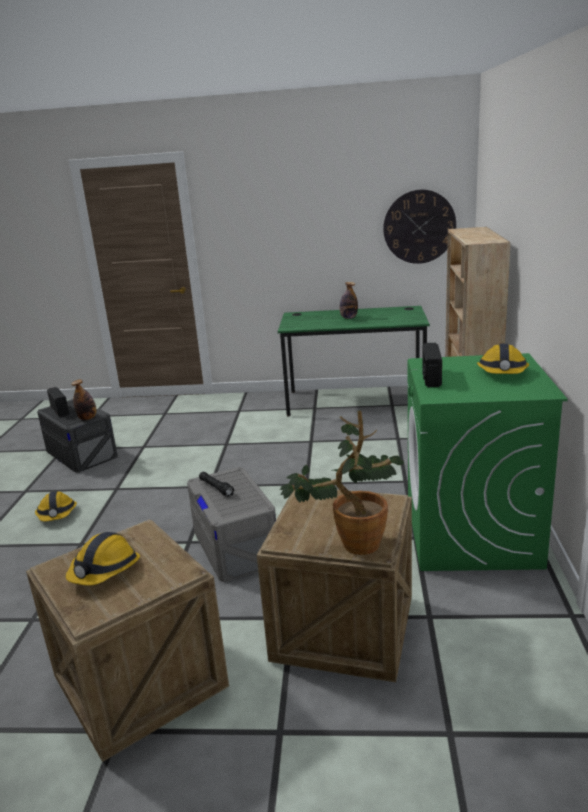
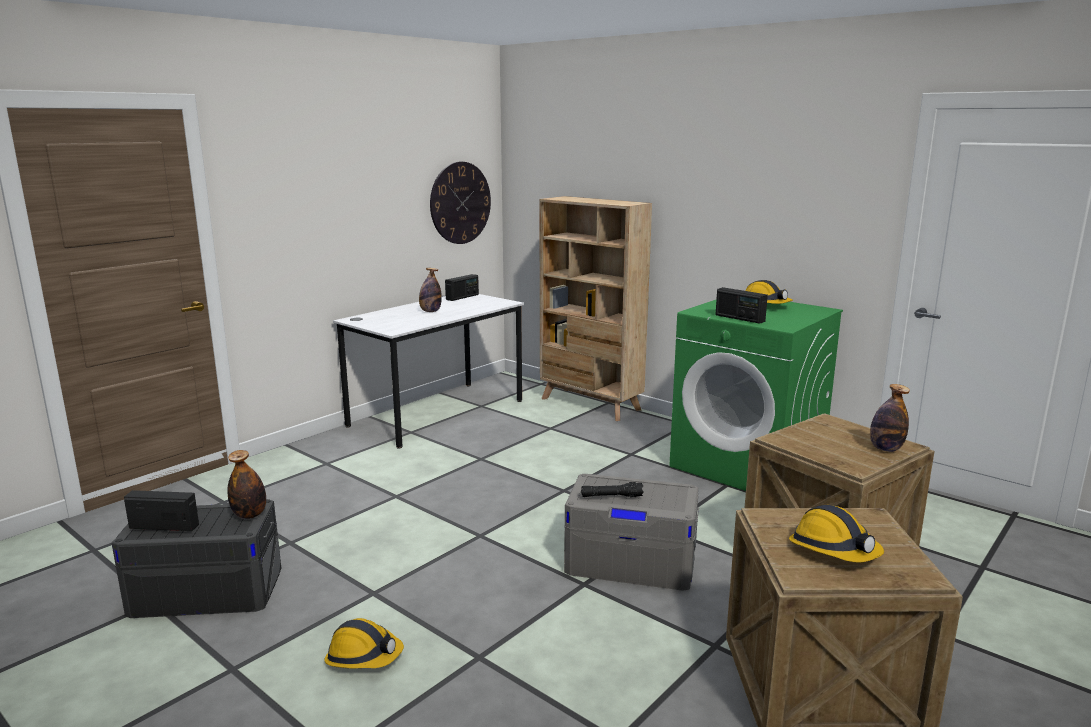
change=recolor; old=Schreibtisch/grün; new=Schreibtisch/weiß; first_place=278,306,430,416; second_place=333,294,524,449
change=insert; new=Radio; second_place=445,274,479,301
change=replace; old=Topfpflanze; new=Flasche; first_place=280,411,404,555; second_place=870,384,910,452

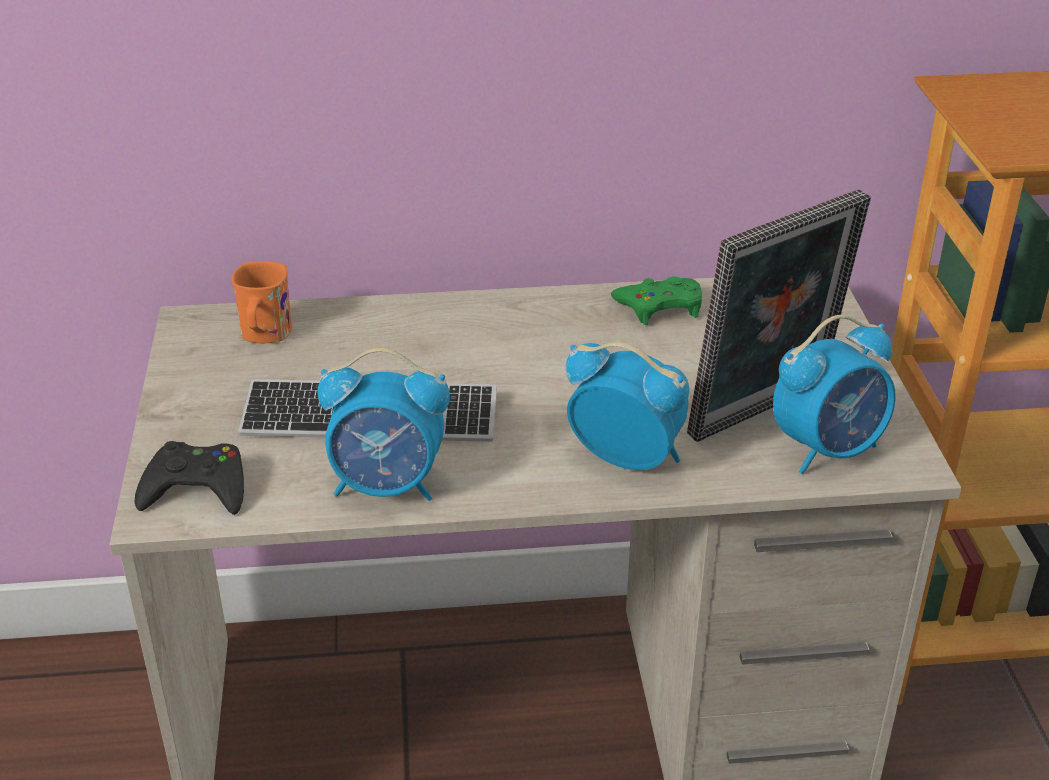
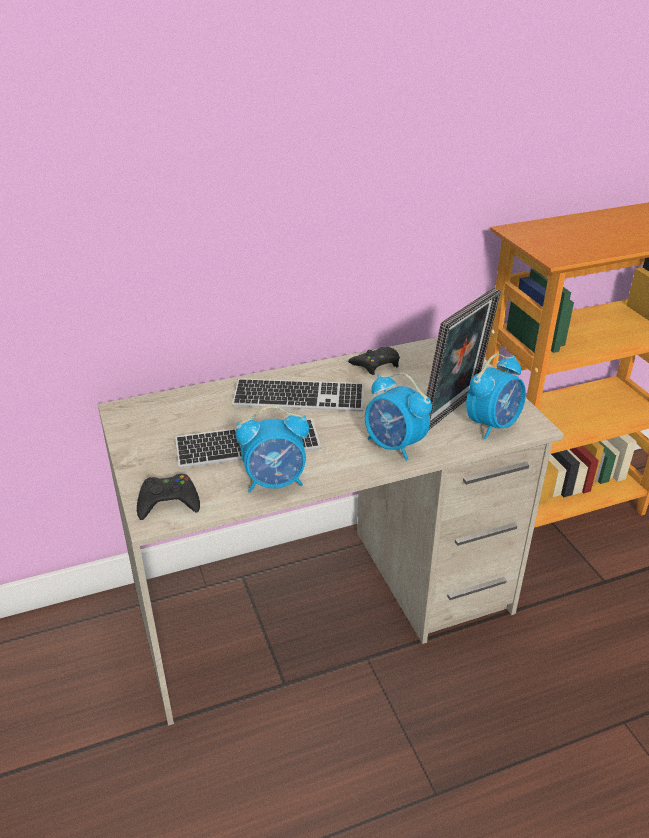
change=insert; new=Tastatur; second_place=232,378,365,412
change=recolor; old=Gamepad/grün; new=Gamepad/schwarz; first_place=611,276,702,325; second_place=348,347,400,375
change=rotate; old=Wecker; first_place=566,342,689,470; second_place=365,373,432,461; degrees=-150
change=delete; old=Henkelbecher/orange; first_place=232,261,292,343

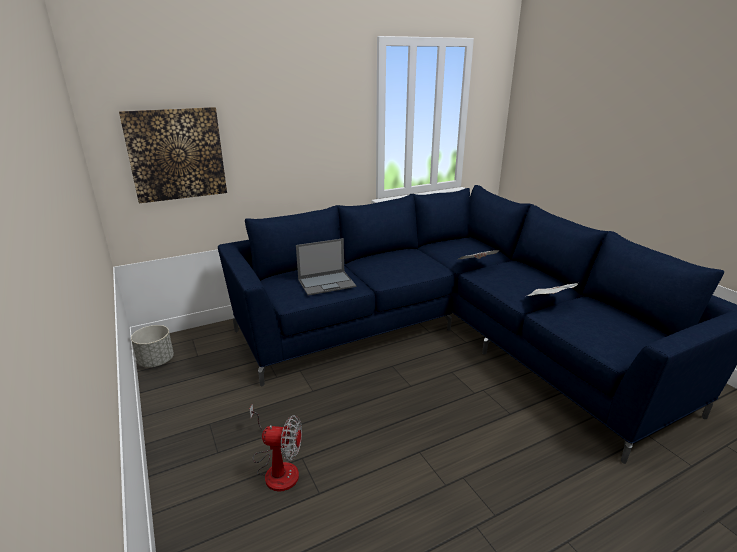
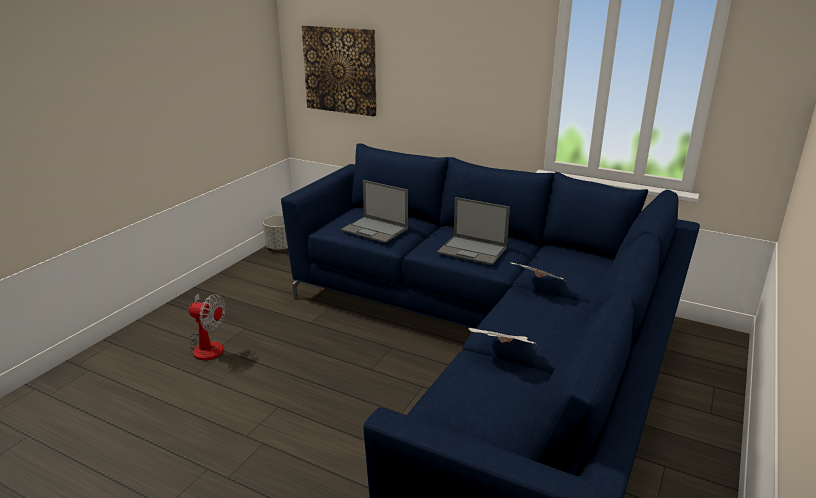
change=rotate; old=Ventilator; first_place=249,404,302,491; second_place=189,293,225,360; degrees=-45
change=insert; new=Laptop; second_place=437,197,510,265

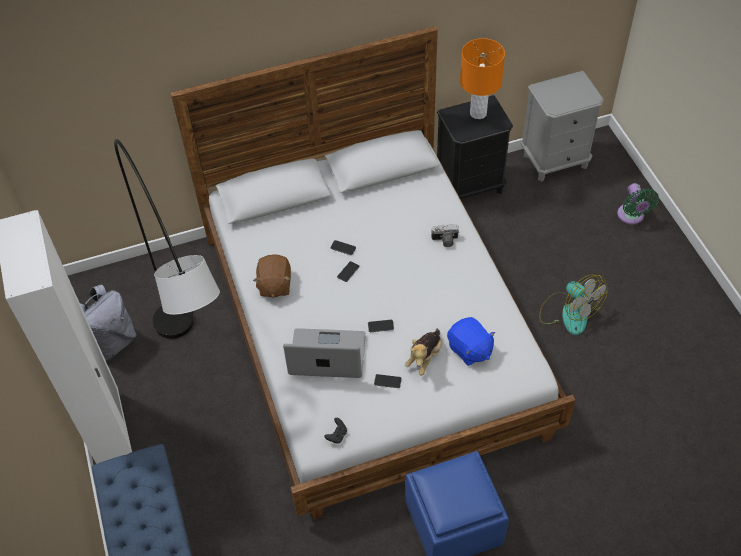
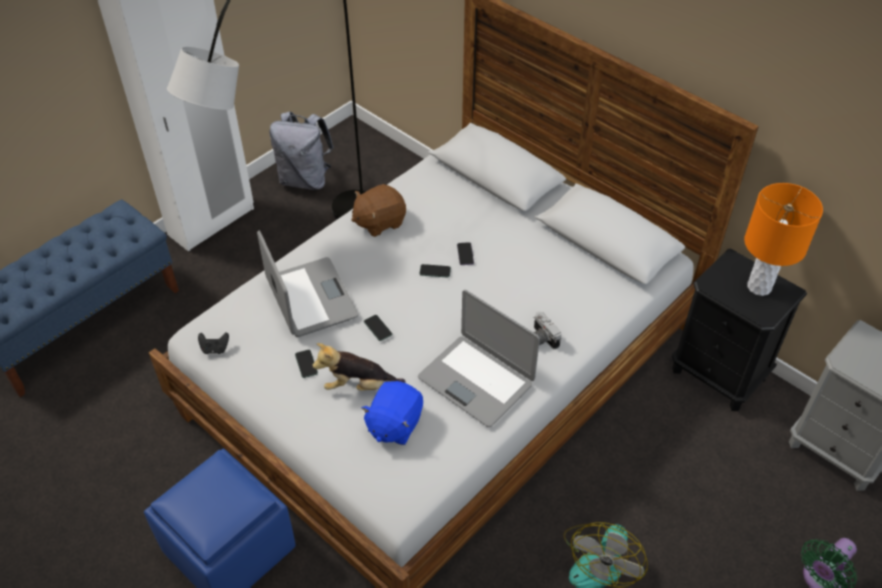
change=insert; new=Laptop; second_place=418,290,540,427

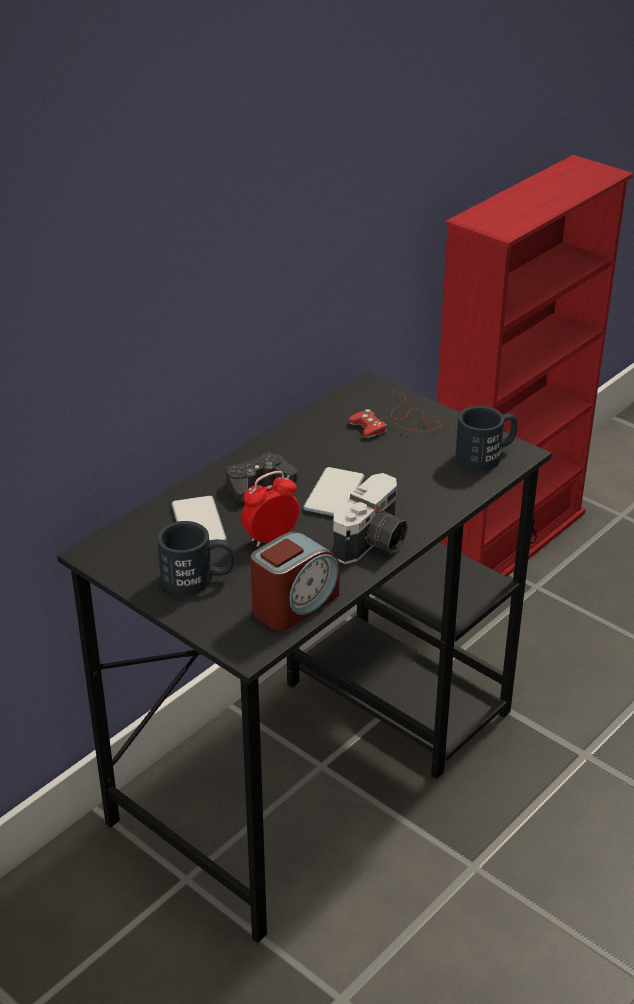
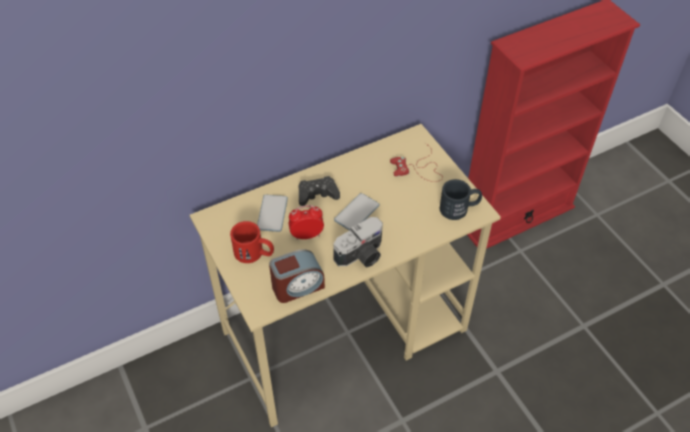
change=recolor; old=Schreibtisch/schwarz; new=Schreibtisch/beige; first_place=57,371,552,943; second_place=190,124,501,428
change=recolor; old=Henkelbecher/schwarz; new=Henkelbecher/rot; first_place=157,521,235,595; second_place=230,221,274,263

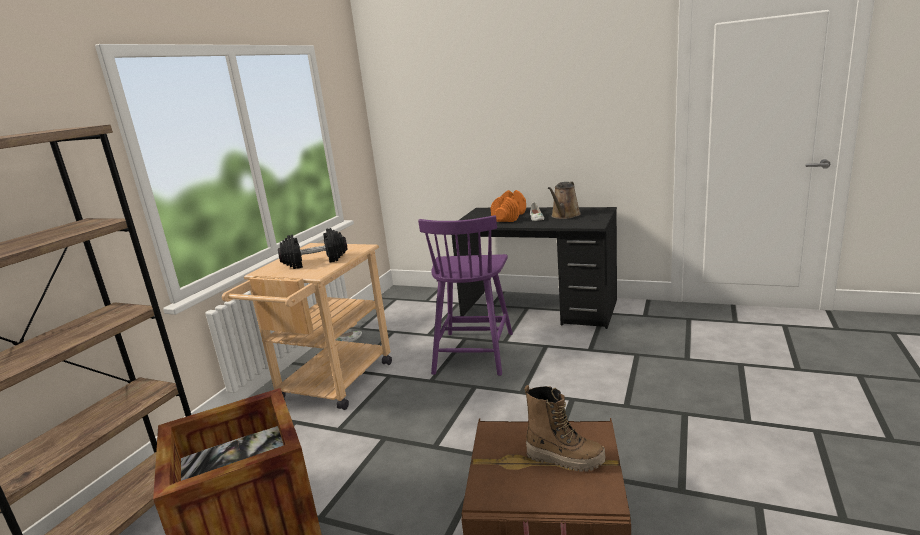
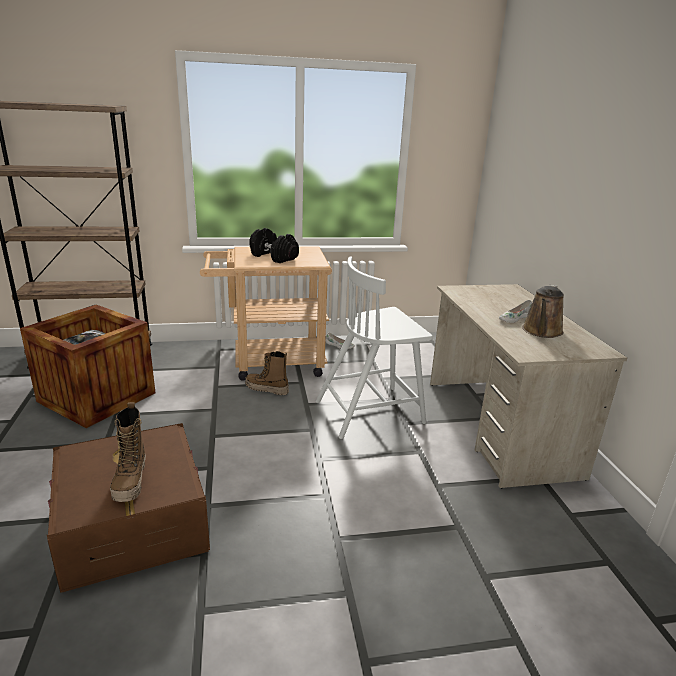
change=insert; new=Stiefel; second_place=245,351,289,395
change=recolor; old=Stuhl/lila; new=Stuhl/weiß; first_place=418,215,513,376; second_place=316,257,433,439
change=recolor; old=Schreibtisch/schwarz; new=Schreibtisch/beige; first_place=452,207,617,329; second_place=430,284,627,488
change=rotate; old=Gießkanne/braun; first_place=548,181,581,219; second_place=522,285,564,338; degrees=-60
change=delete; old=Hantel/orange; first_place=491,190,526,222

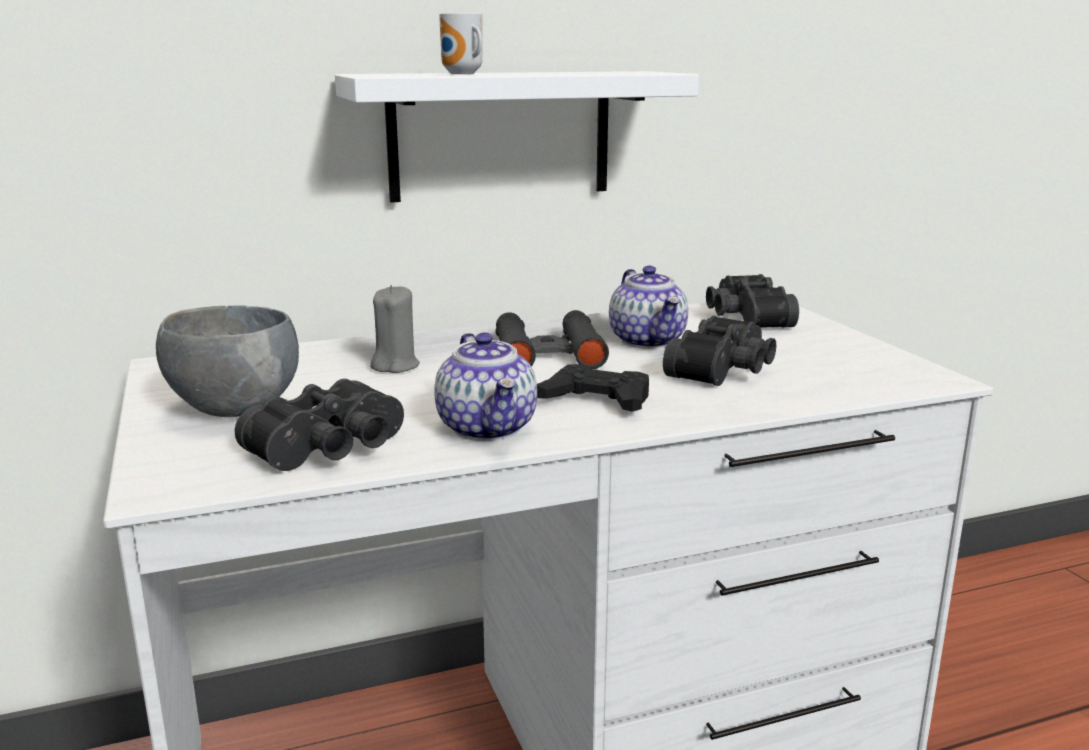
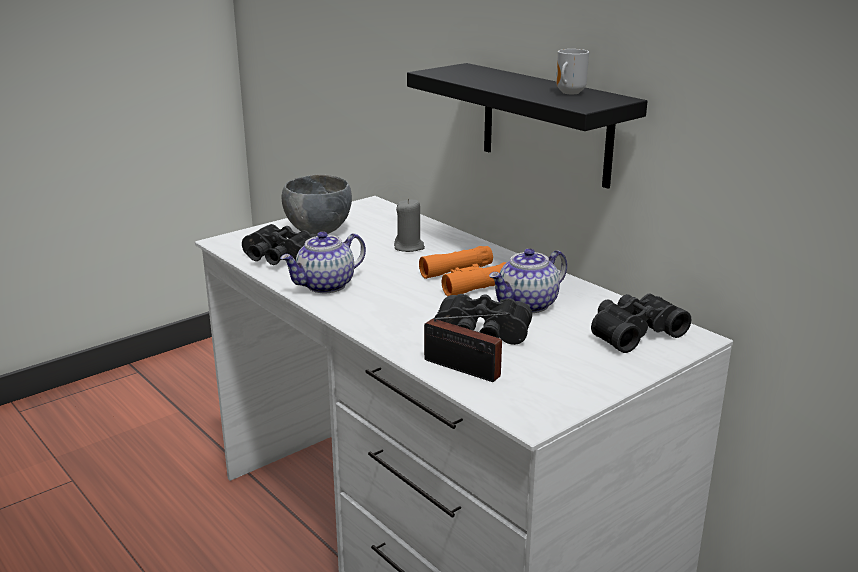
change=recolor; old=Wandregal/weiß; new=Wandregal/schwarz; first_place=335,71,699,203; second_place=407,63,648,189
change=recolor; old=Fernglas/schwarz; new=Fernglas/orange; first_place=495,310,609,369; second_place=419,246,507,296
change=insert; new=Radio; second_place=424,313,511,382
change=move; old=Henkelbecher; first_place=439,13,483,74; second_place=556,49,589,94
change=delete; old=Gamepad/schwarz; first_place=537,364,649,412

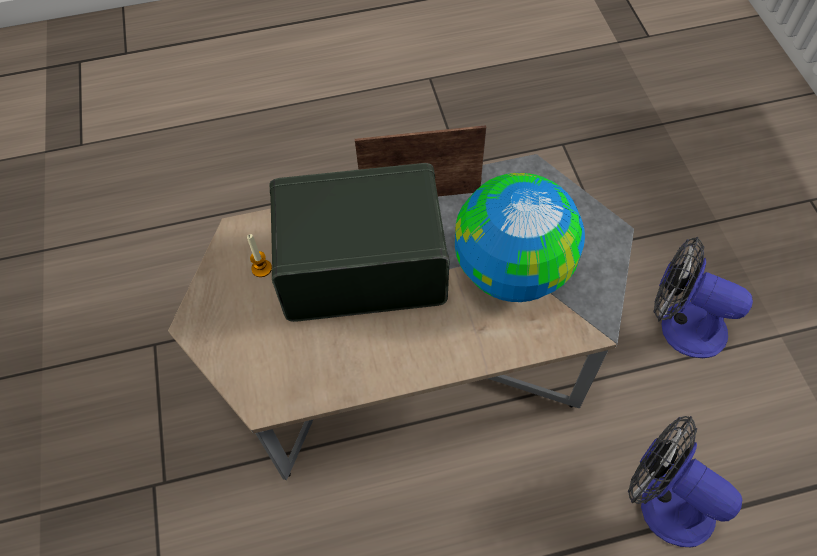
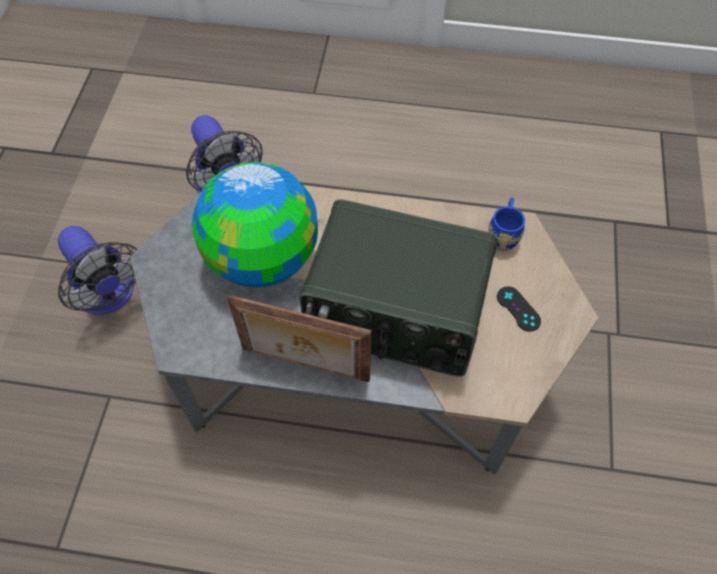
change=insert; new=Henkelbecher/blau; second_place=489,198,525,251
change=insert; new=Gamepad/schwarz; second_place=497,286,541,332
change=delete; old=Kerze; first_place=247,234,272,277

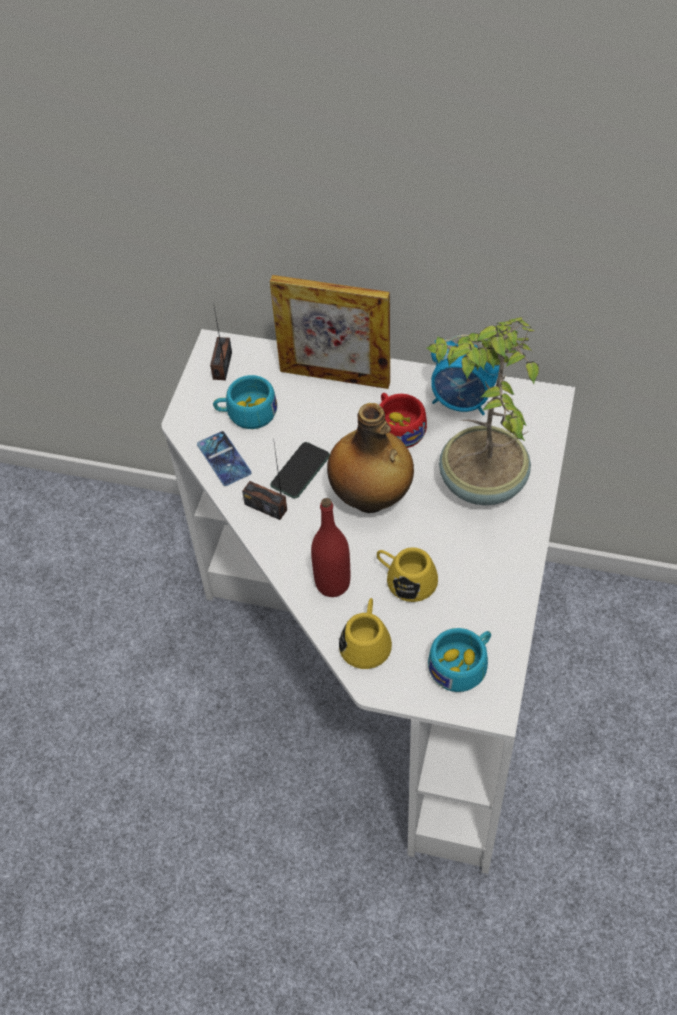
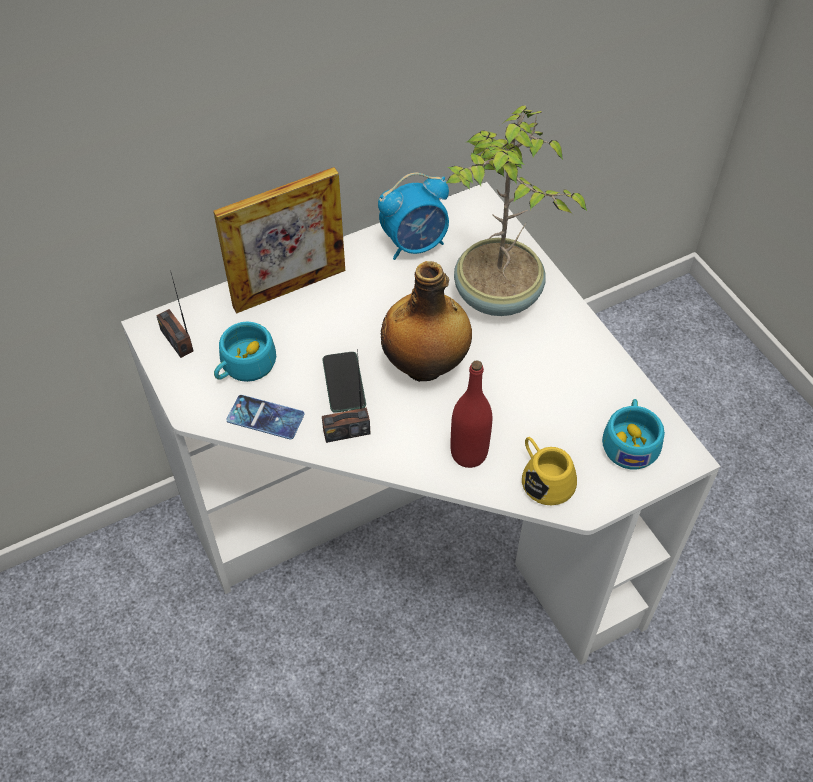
change=delete; old=Henkelbecher/gelb; first_place=377,547,438,602
change=delete; old=Tasse/rot; first_place=380,393,427,448

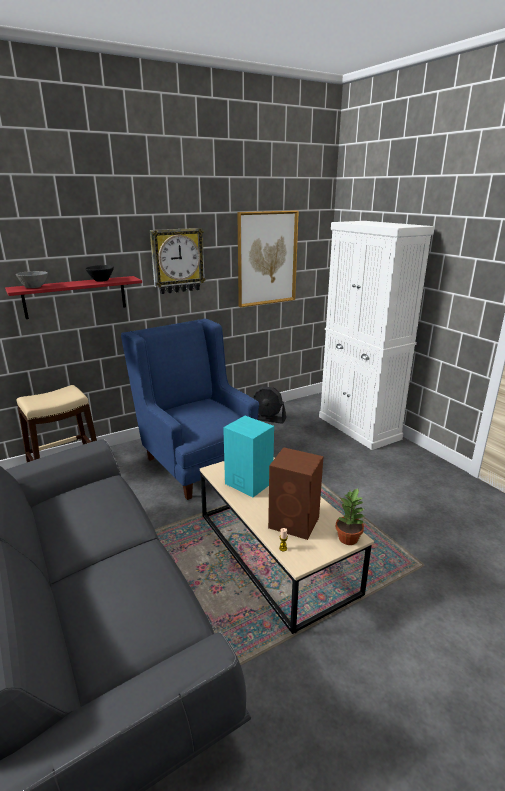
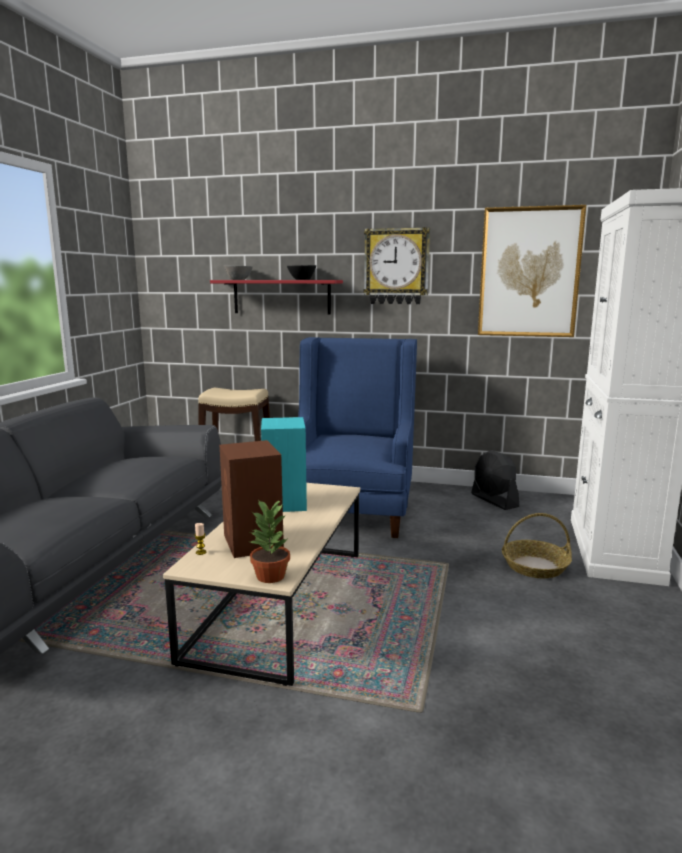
change=insert; new=Korb; second_place=502,513,572,578

